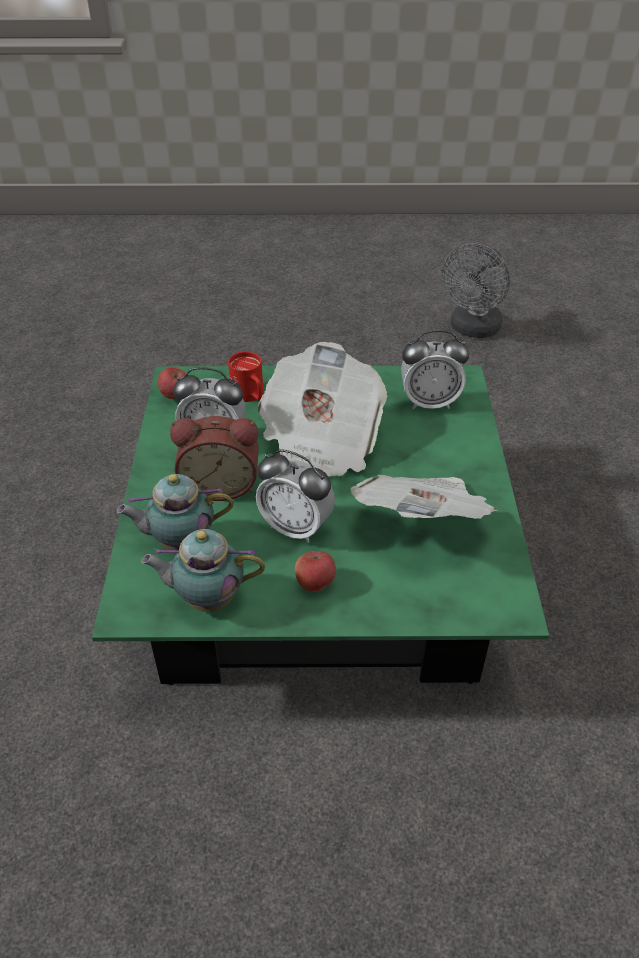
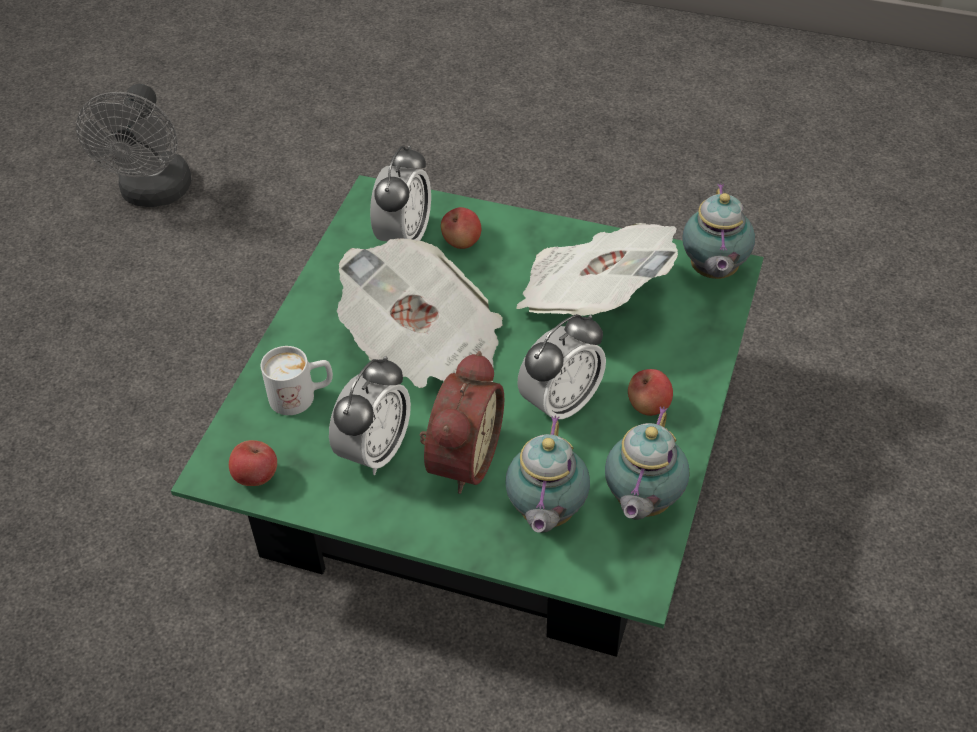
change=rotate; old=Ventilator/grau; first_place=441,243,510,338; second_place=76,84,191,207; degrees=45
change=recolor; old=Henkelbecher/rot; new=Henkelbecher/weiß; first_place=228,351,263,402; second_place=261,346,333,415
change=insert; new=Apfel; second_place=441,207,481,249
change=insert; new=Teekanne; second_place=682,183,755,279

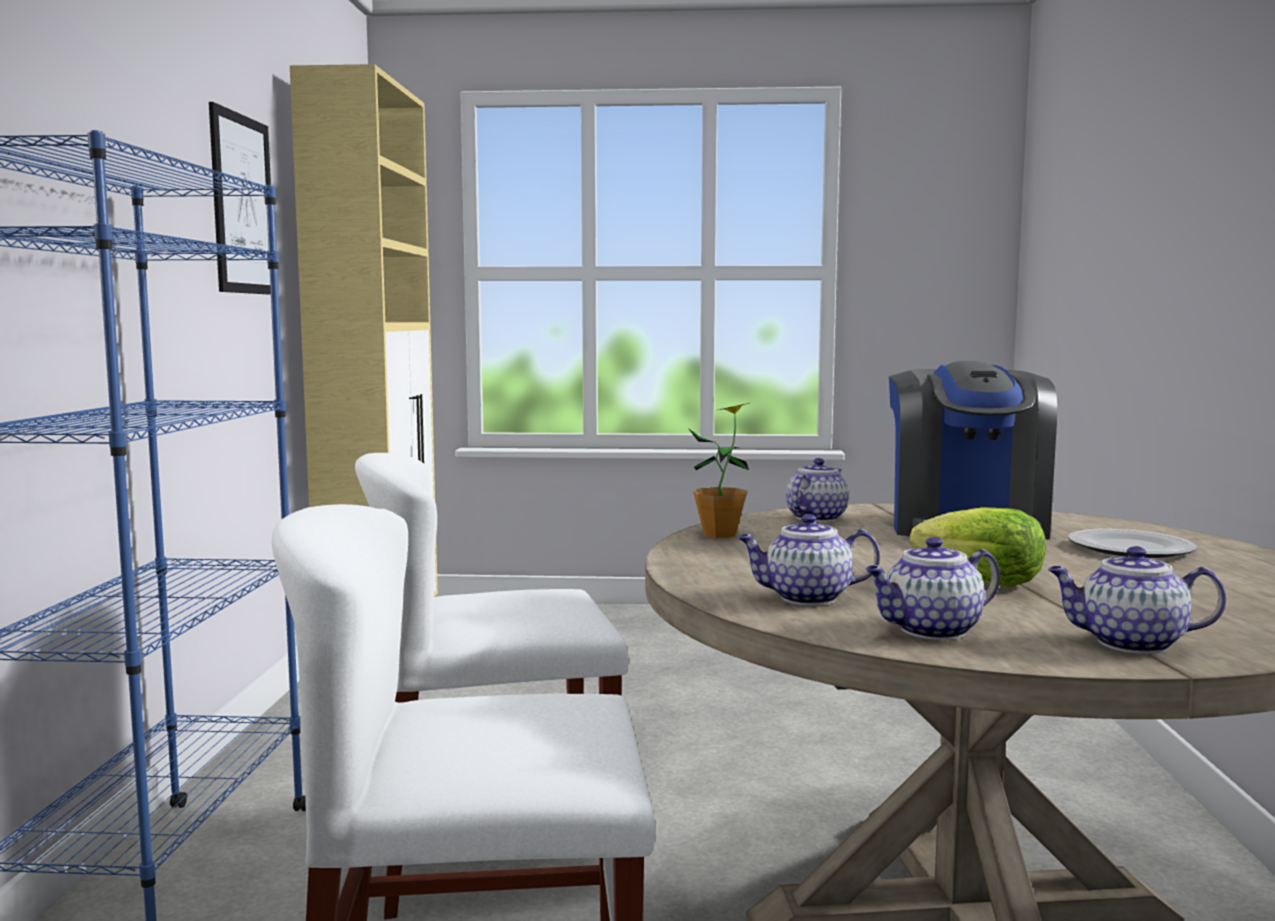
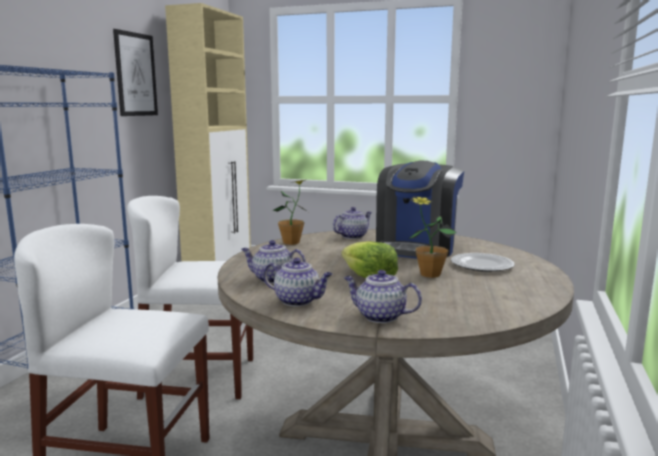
change=rotate; old=Teekanne; first_place=865,537,1000,640; second_place=263,258,332,306; degrees=-150
change=insert; new=Topfpflanze; second_place=409,196,457,278

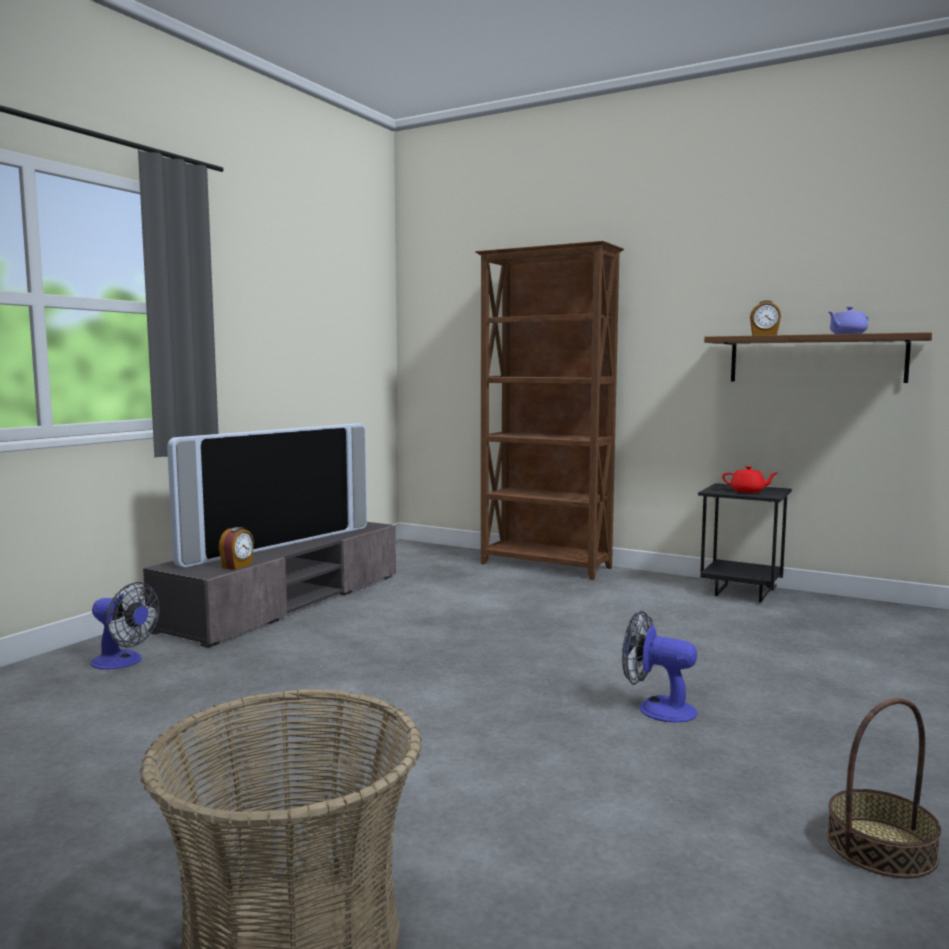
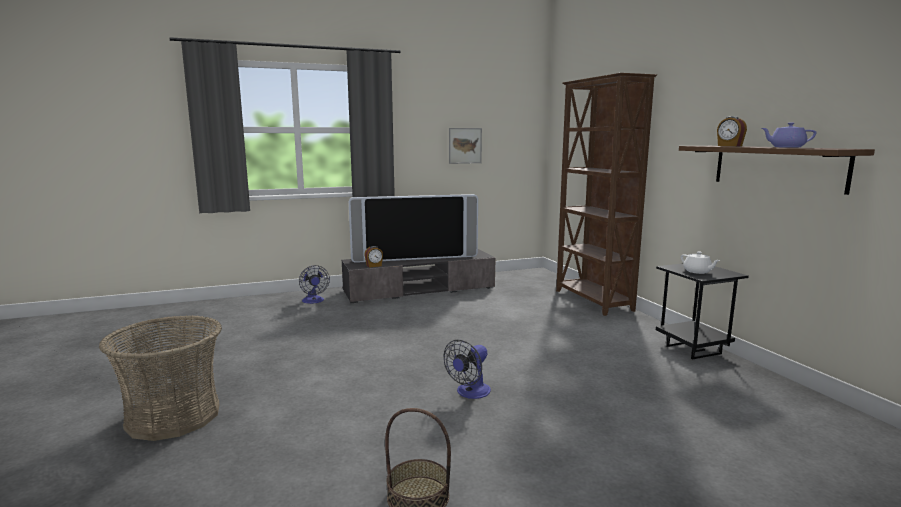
change=rotate; old=Ventilator; first_place=622,611,697,723; second_place=443,339,491,399; degrees=-120
change=insert; new=Bild; second_place=449,128,482,164
change=recolor; old=Teekanne/rot; new=Teekanne/weiß; first_place=722,466,777,493; second_place=681,251,720,274

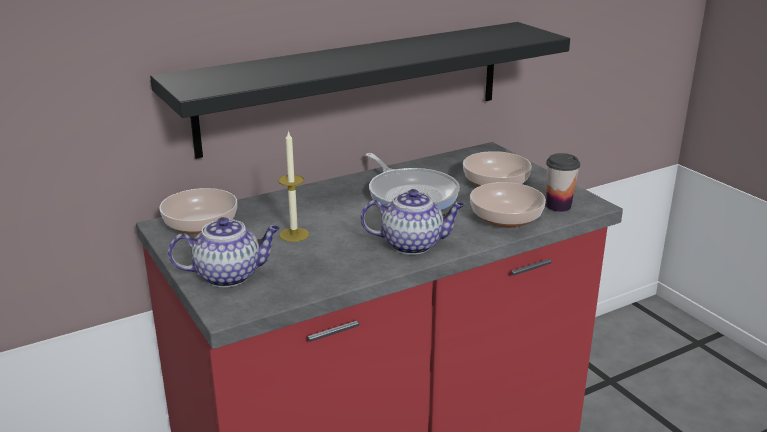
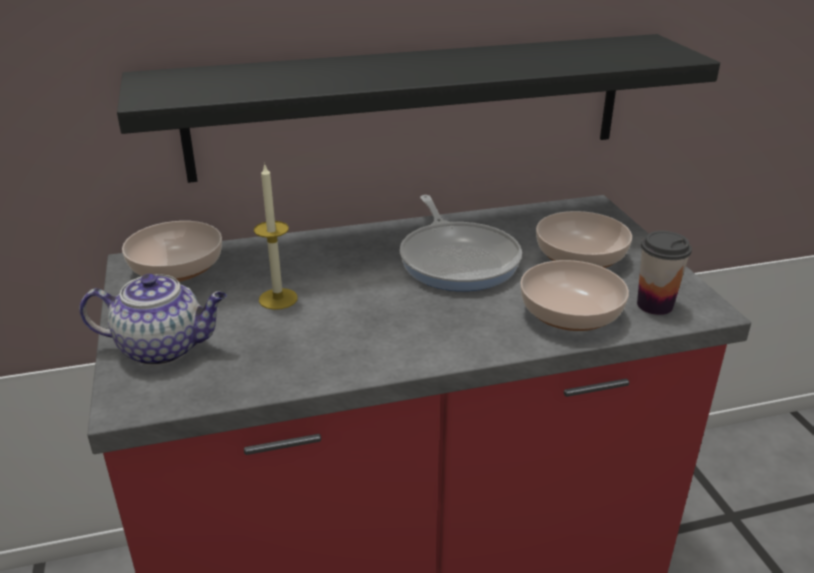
change=delete; old=Teekanne; first_place=361,189,465,255

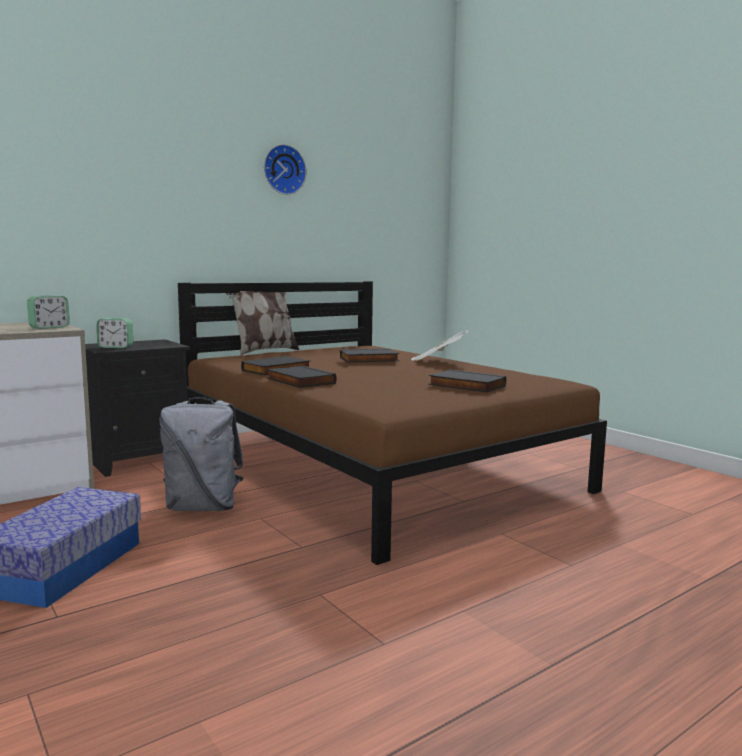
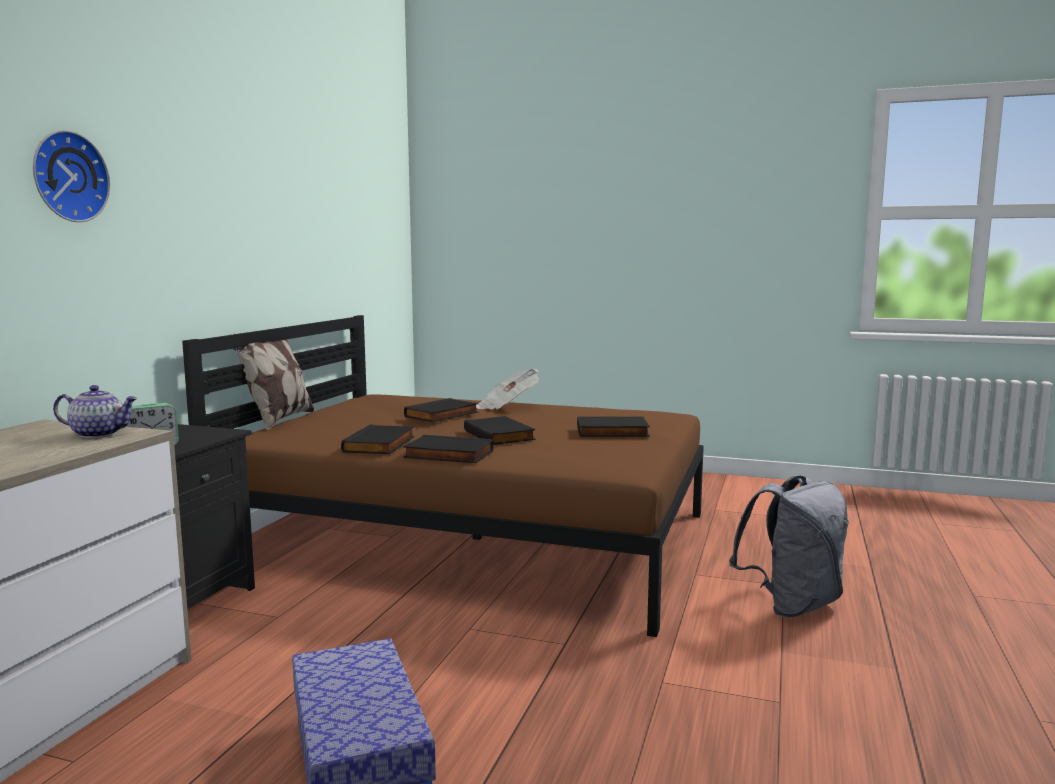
change=move; old=Wanduhr; first_place=264,144,307,195; second_place=33,130,110,222
change=replace; old=Wecker; new=Teekanne; first_place=27,295,70,329; second_place=53,385,138,438
change=insert; new=Buch/schwarz; second_place=464,416,535,445
change=move; old=Rucksack/grau; first_place=159,397,244,511; second_place=729,476,849,617

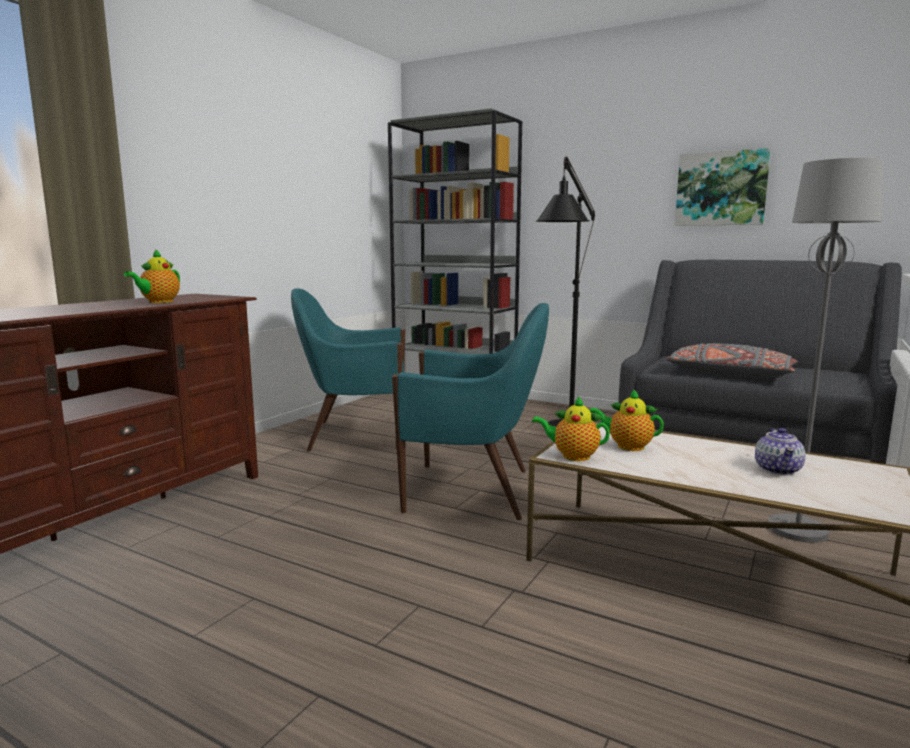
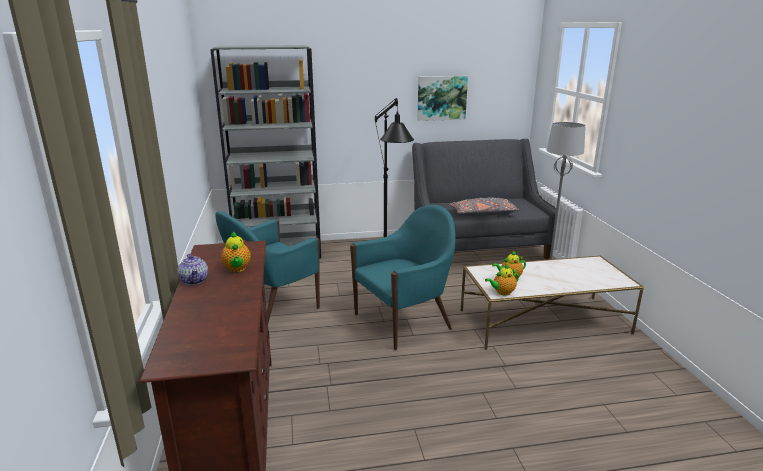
change=move; old=Teekanne; first_place=755,428,806,475; second_place=177,254,208,285

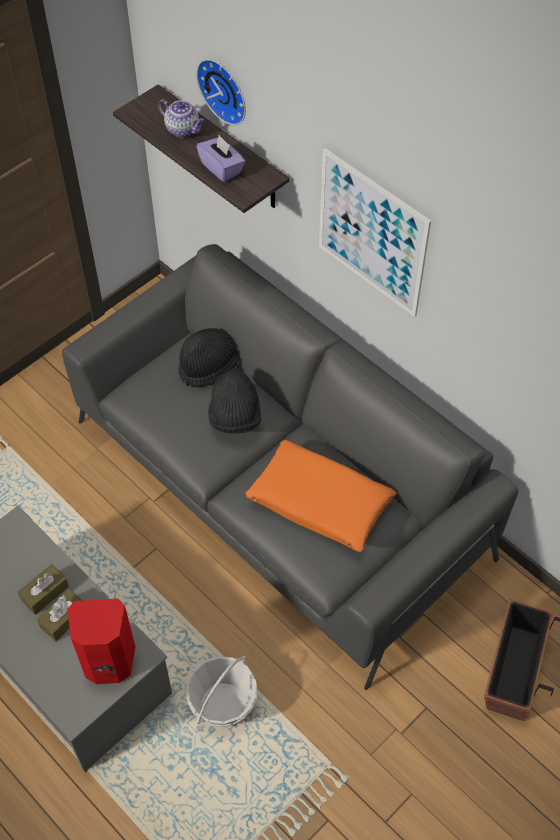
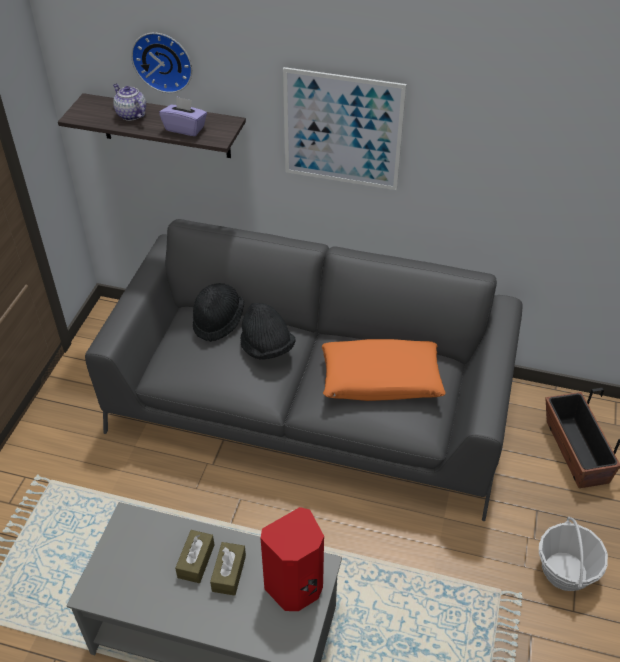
change=rotate; old=Teekanne; first_place=158,99,205,138; second_place=113,84,146,121; degrees=-135
change=move; old=Korb; first_place=186,656,258,727; second_place=539,517,608,591

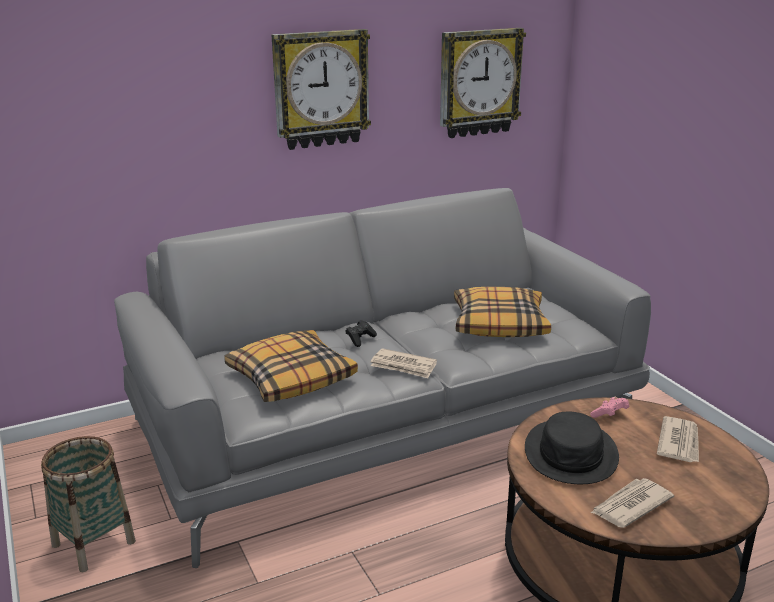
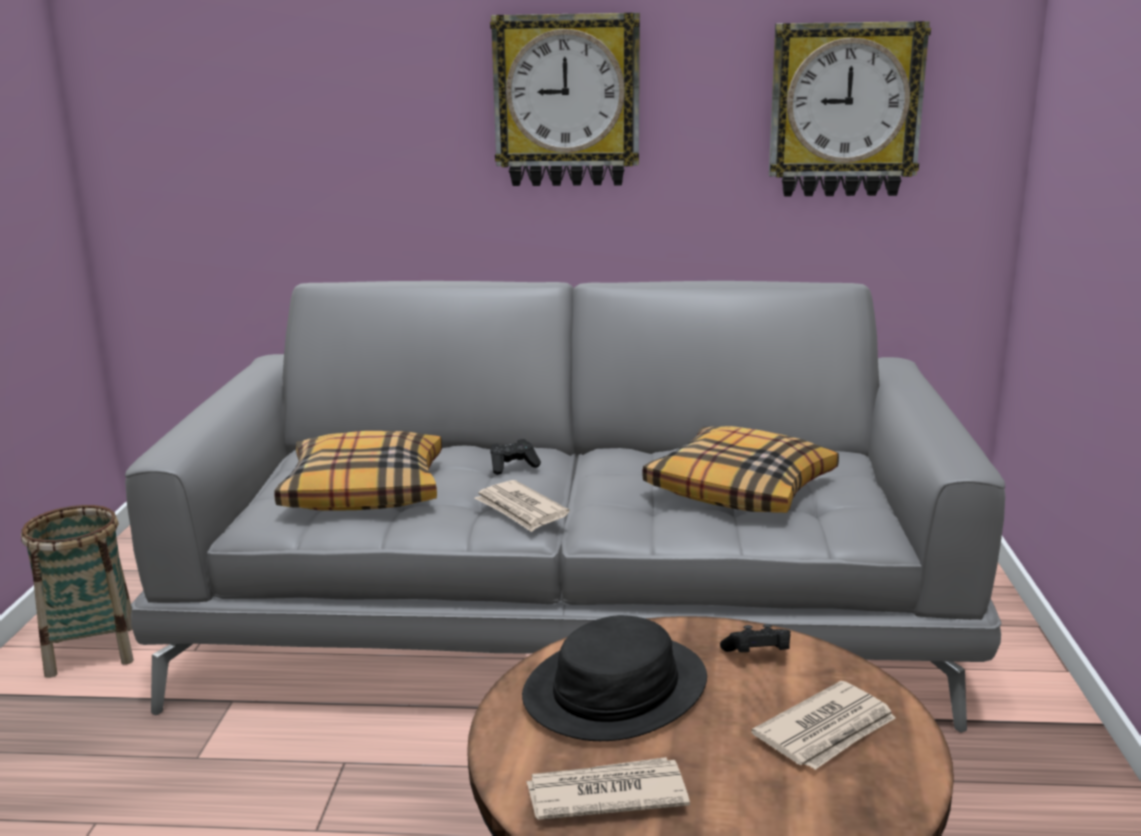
change=recolor; old=Gamepad/rosa; new=Gamepad/schwarz; first_place=590,397,629,418; second_place=720,624,791,652

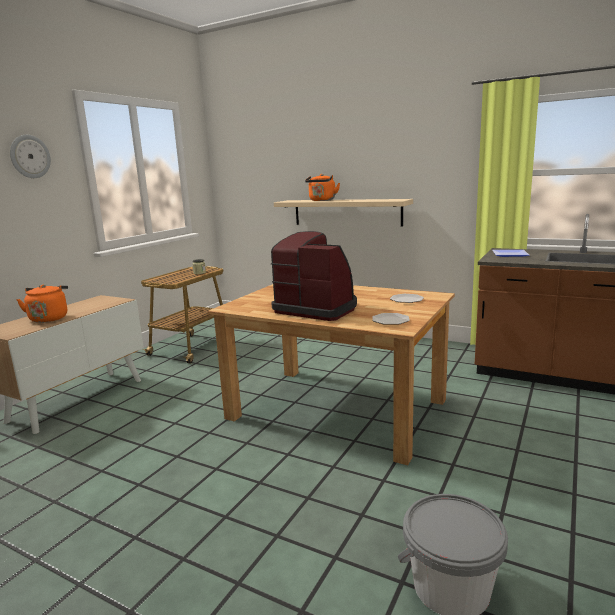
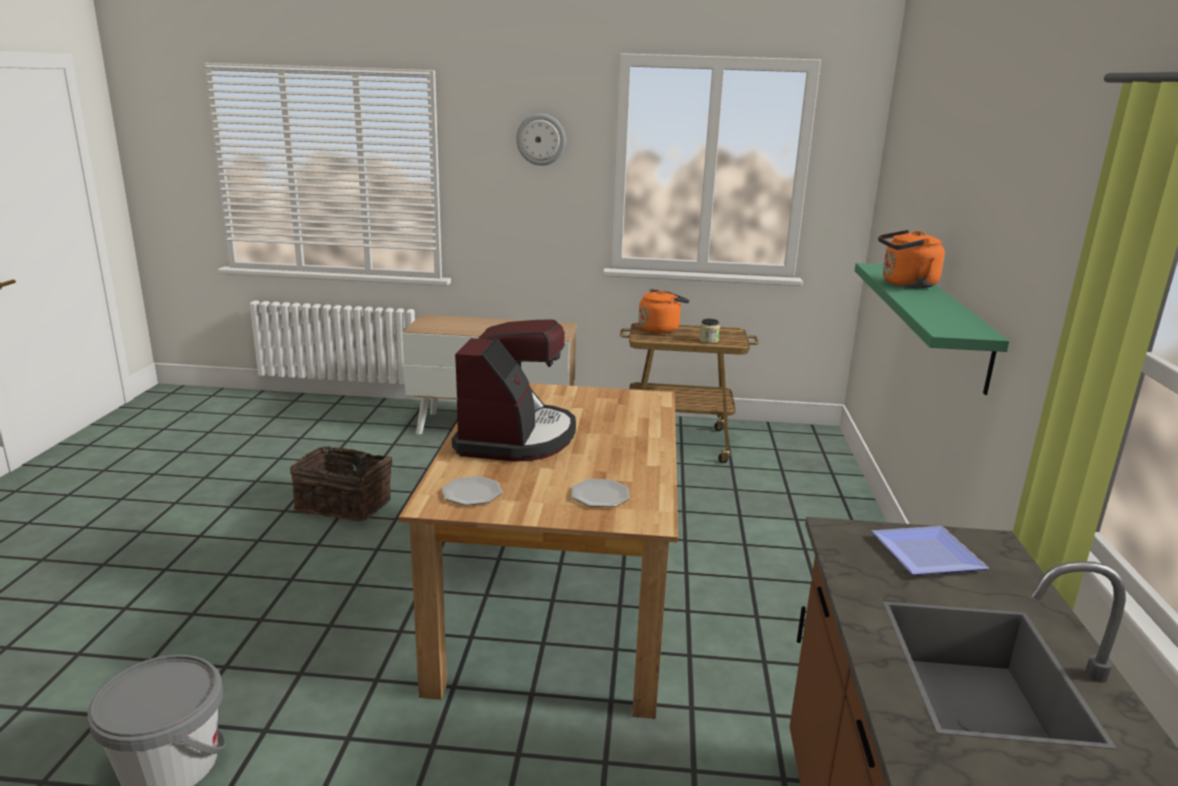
change=insert; new=Korb; second_place=290,443,392,521
change=move; old=Wasserkessel/orange; first_place=16,285,68,323; second_place=638,289,690,333
change=recolor; old=Wandregal/beige; new=Wandregal/grün; first_place=274,199,413,226; second_place=855,263,1010,395

